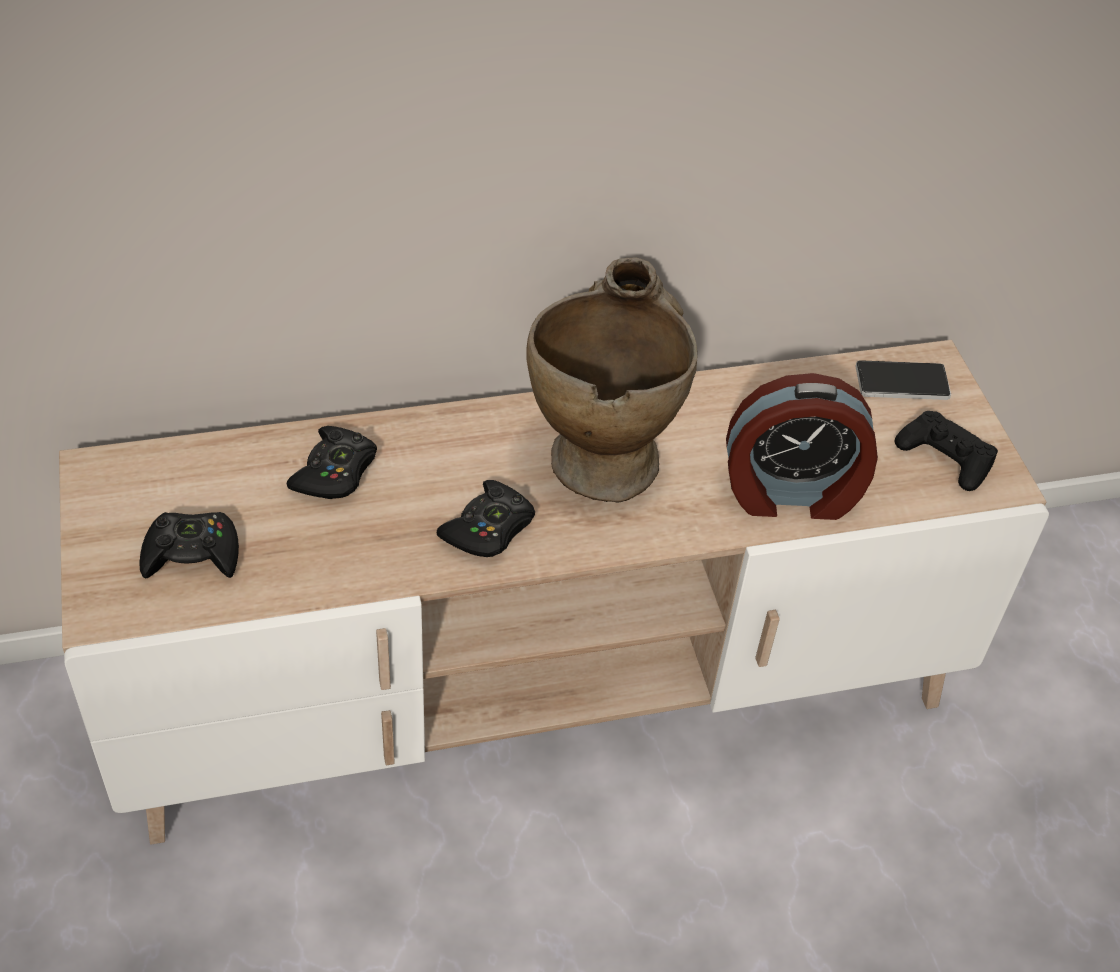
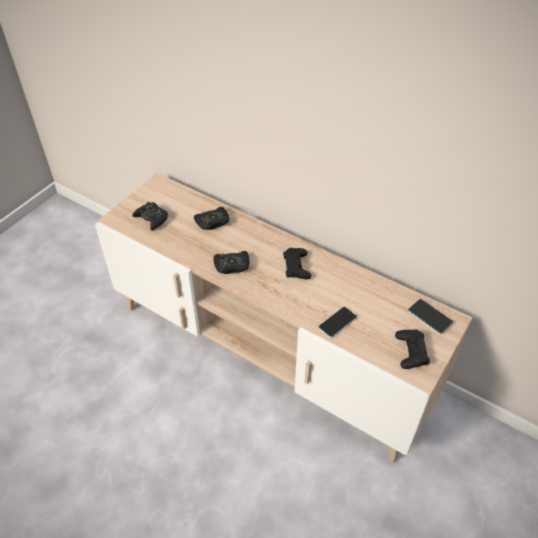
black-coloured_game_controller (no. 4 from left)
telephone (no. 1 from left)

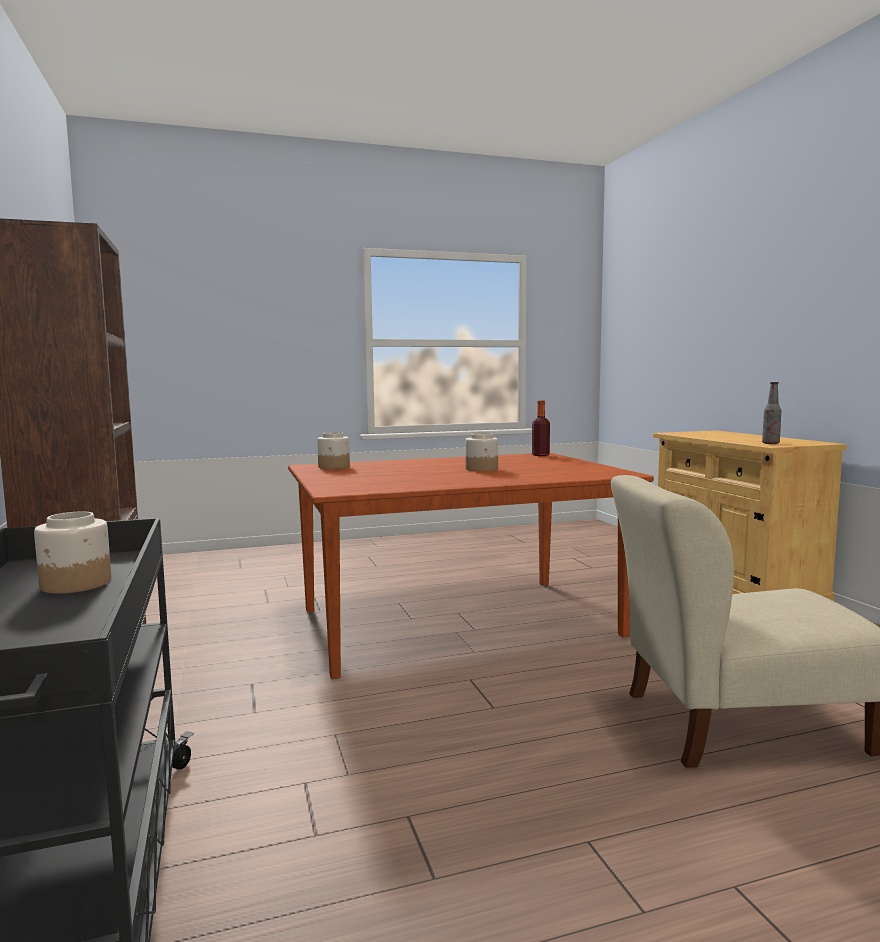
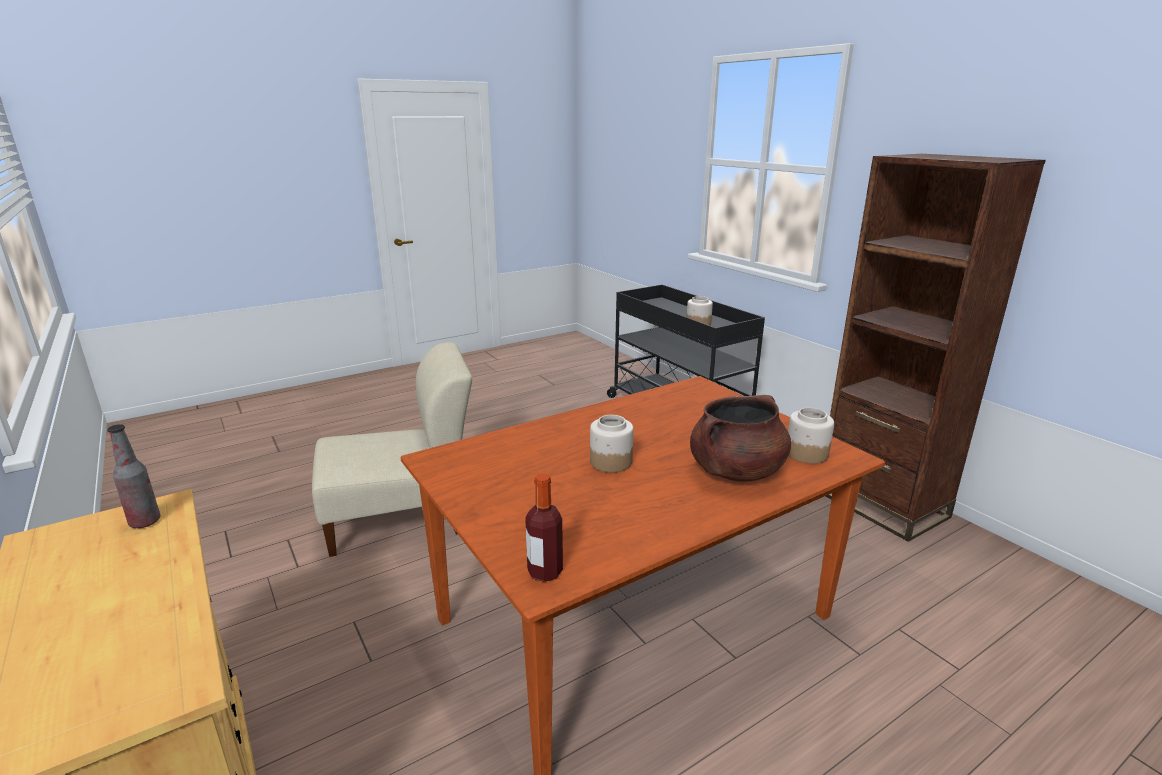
brownish_saucepot

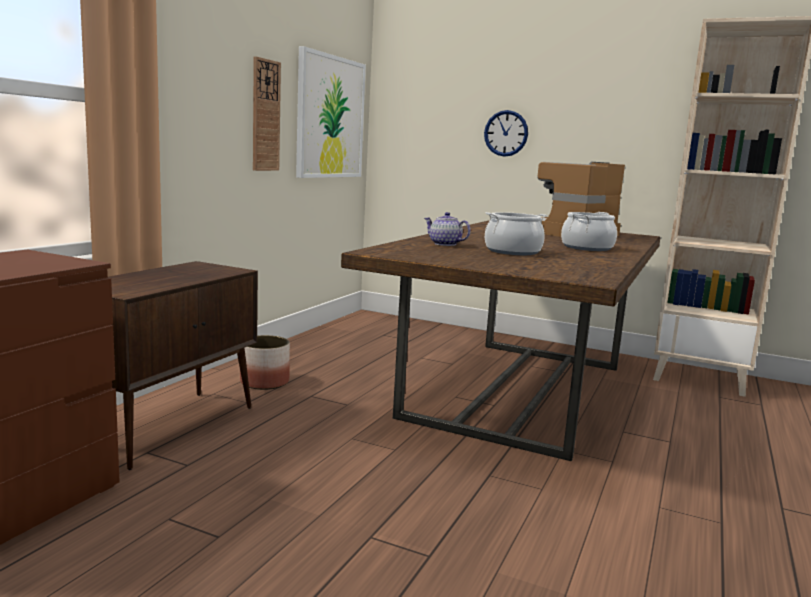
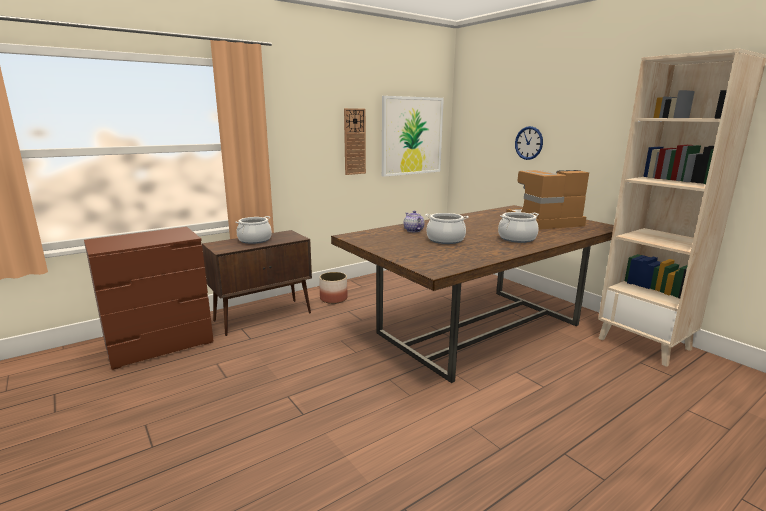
saucepot (no. 1 from left)

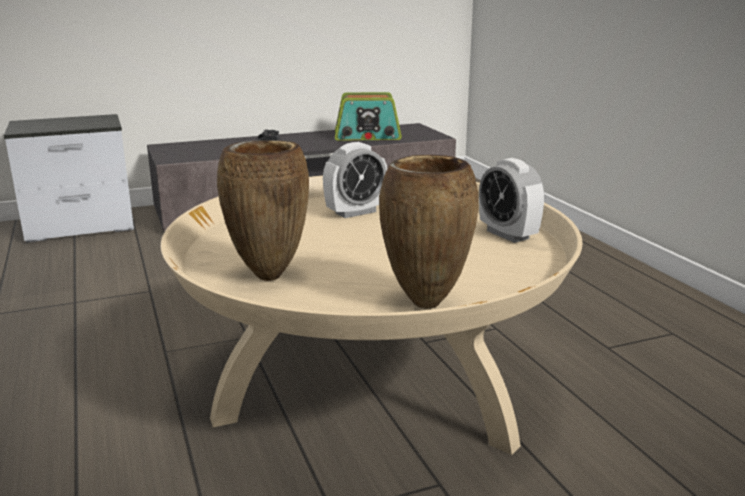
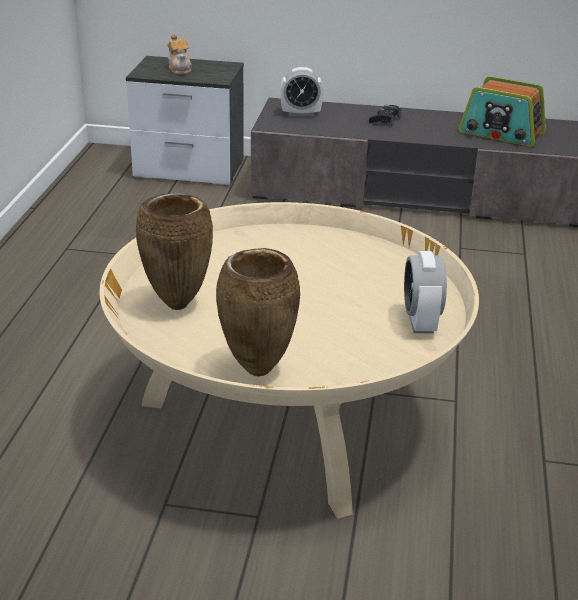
teapot
table_clock (no. 1 from left)

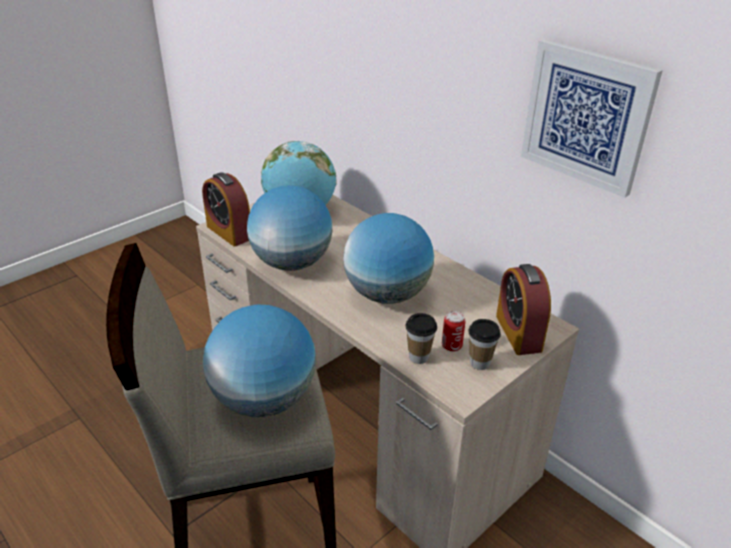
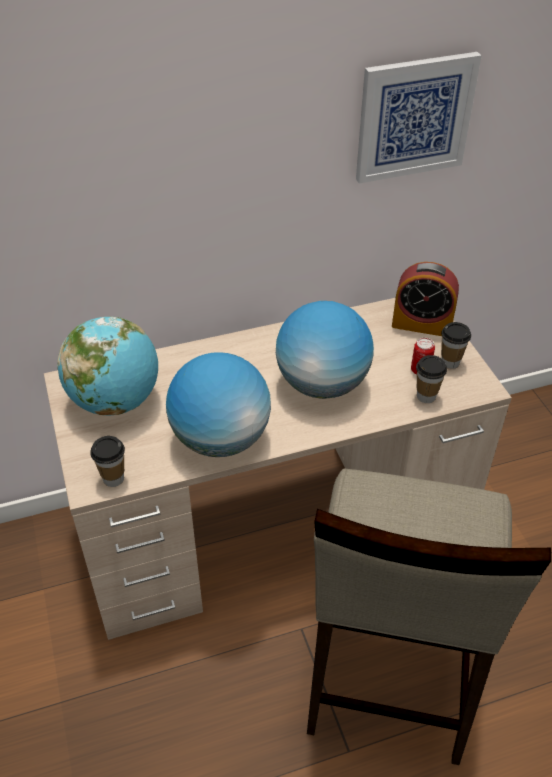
globe (no. 1 from left in the first image)
cup (no. 1 from left)

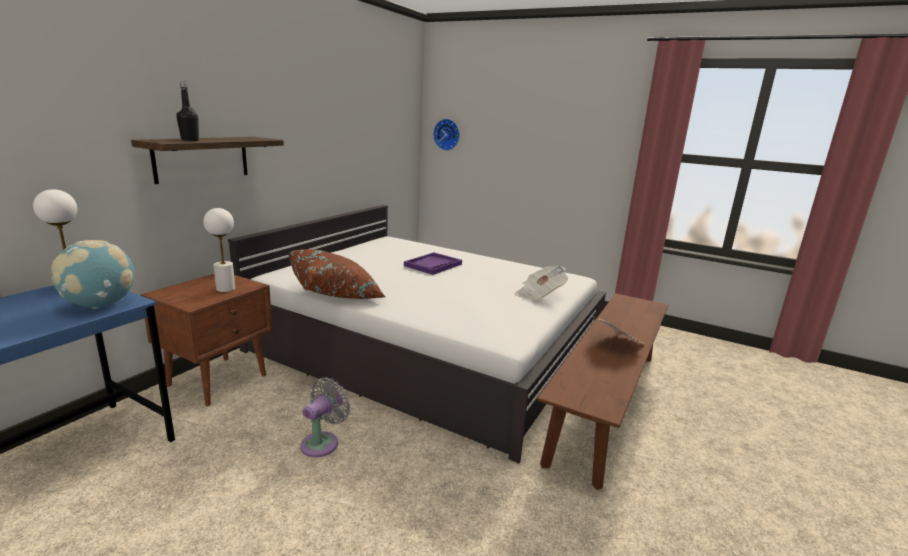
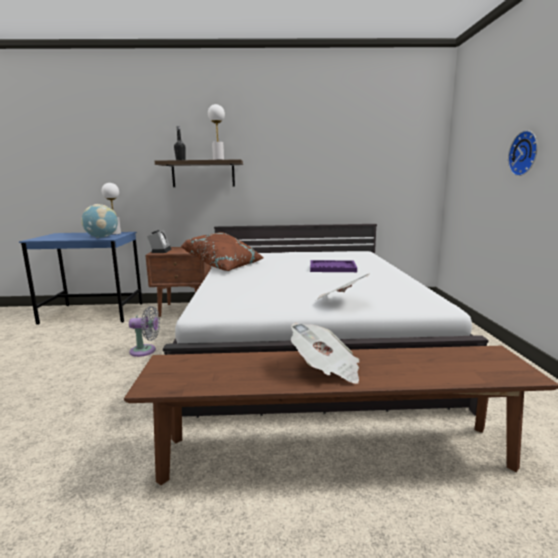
table_clock
white_tabletop_lamp (no. 2 from left)
hanging_clock

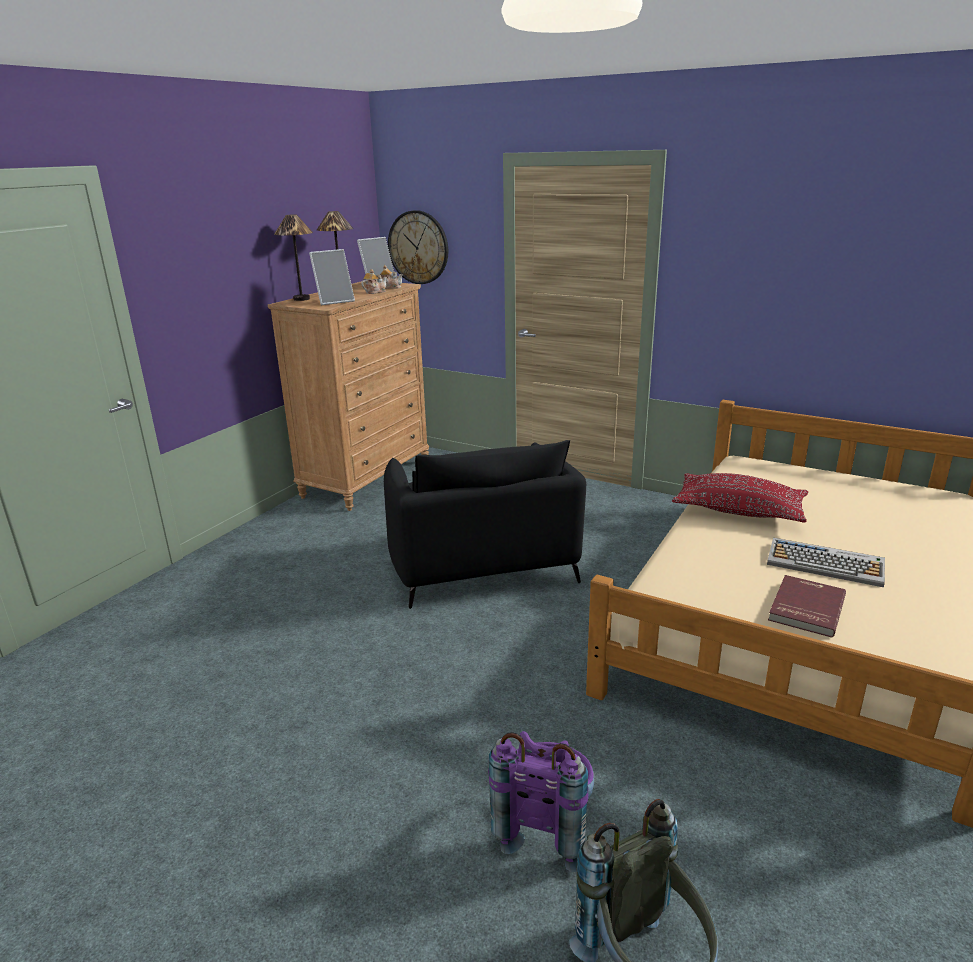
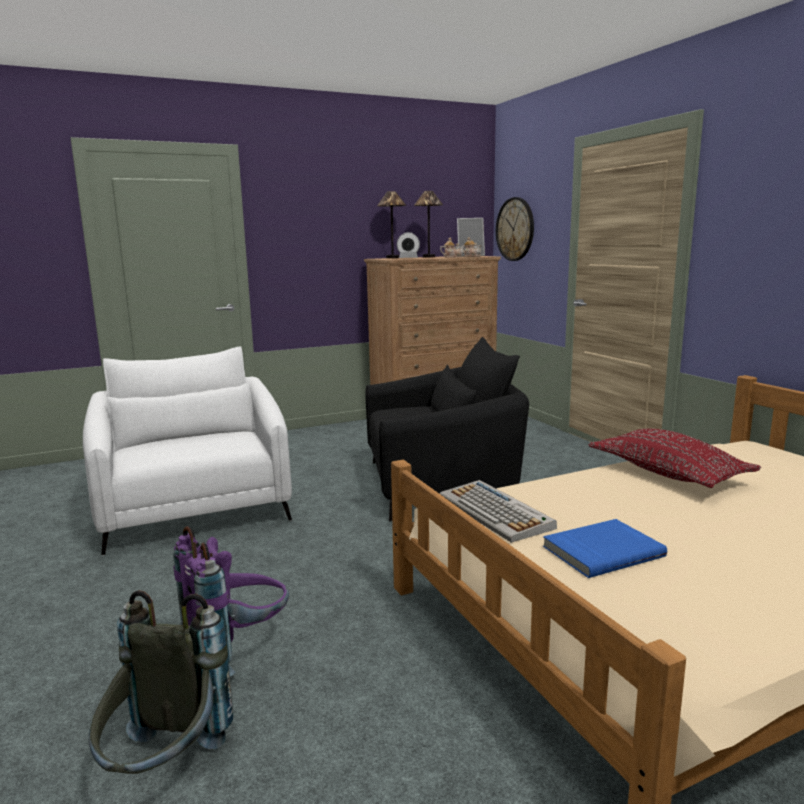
white_armchair
computer_keyboard
table_clock
bluish_book
black-coloured_armchair

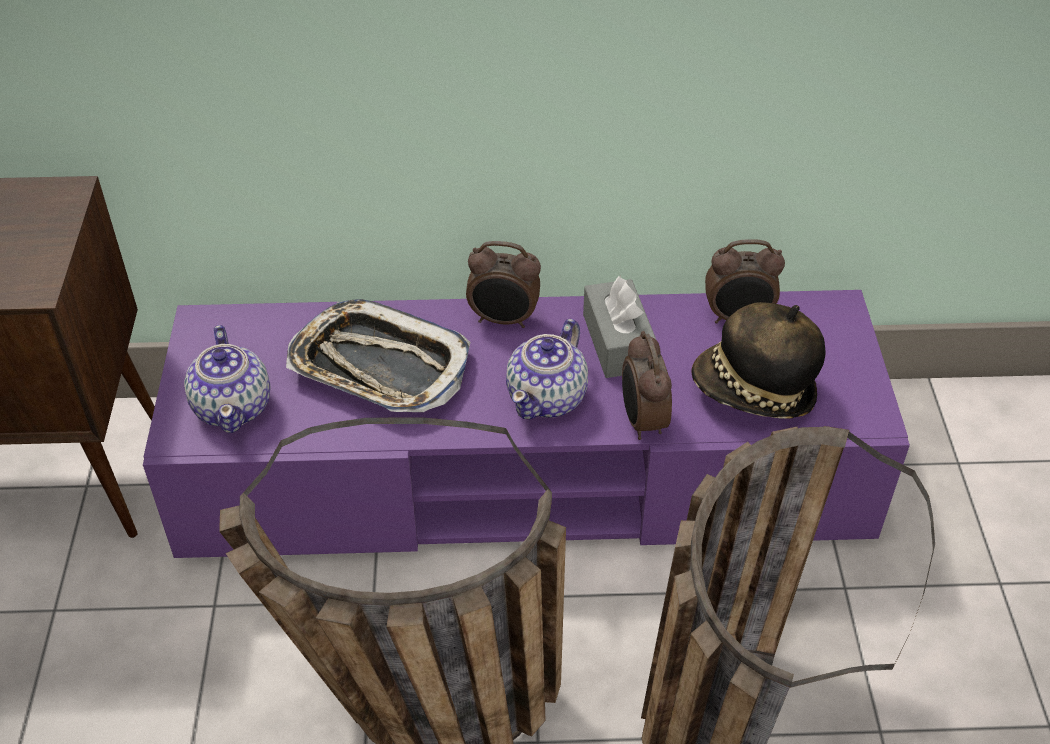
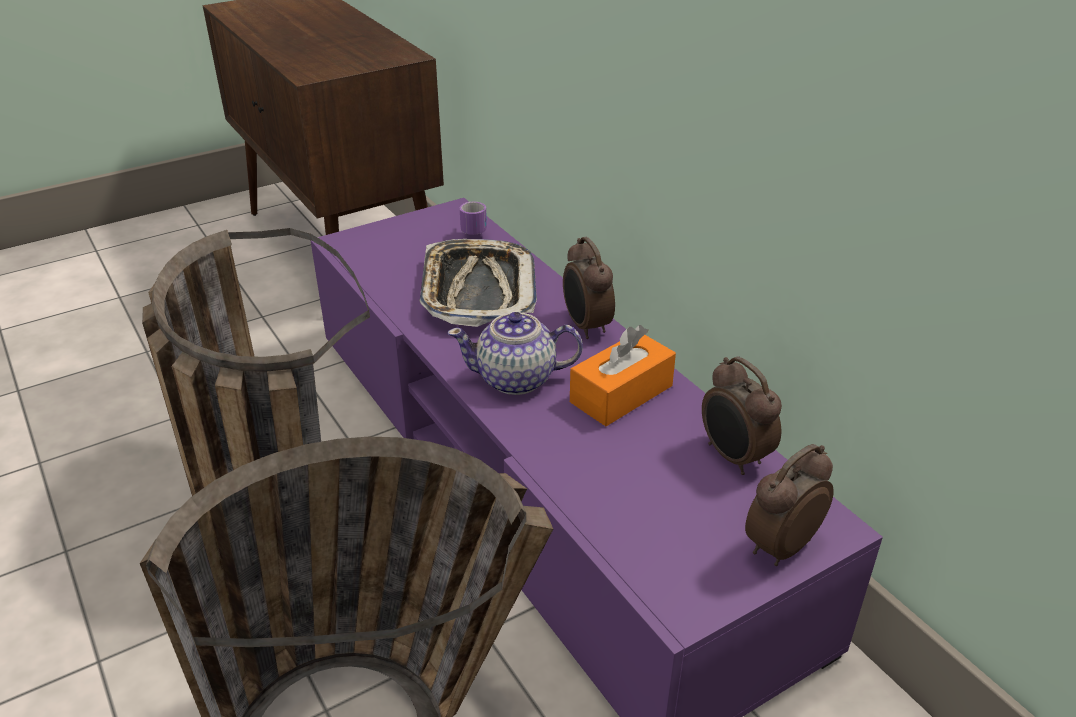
teapot (no. 1 from left in the first image)
hat
tea_mug
table_clock (no. 3 from left)
orange-coloured_tissue_holder

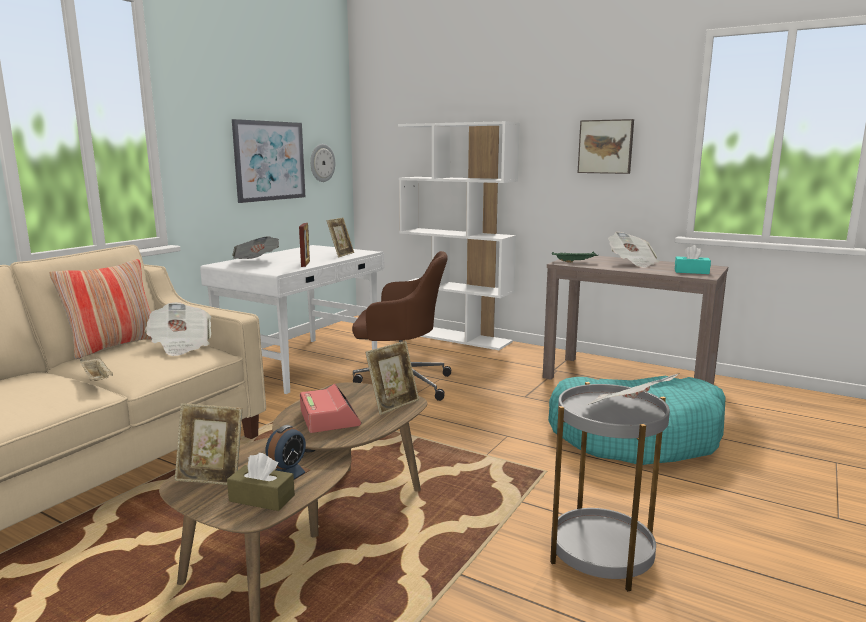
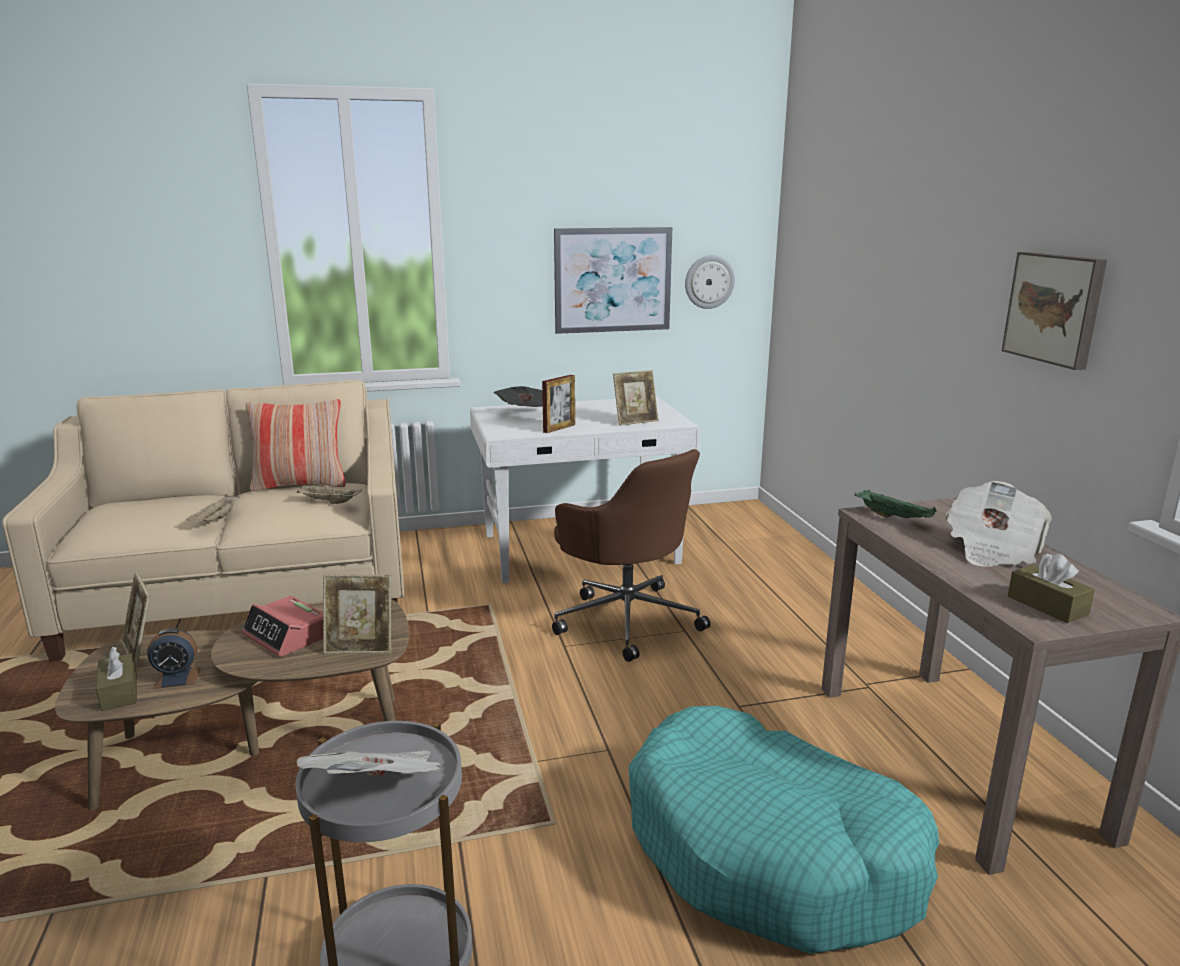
white_bookshelf
sand-coloured_serving_tray (no. 2 from left)
brownish_tissue_holder (no. 2 from left)
table_clock (no. 2 from left)

